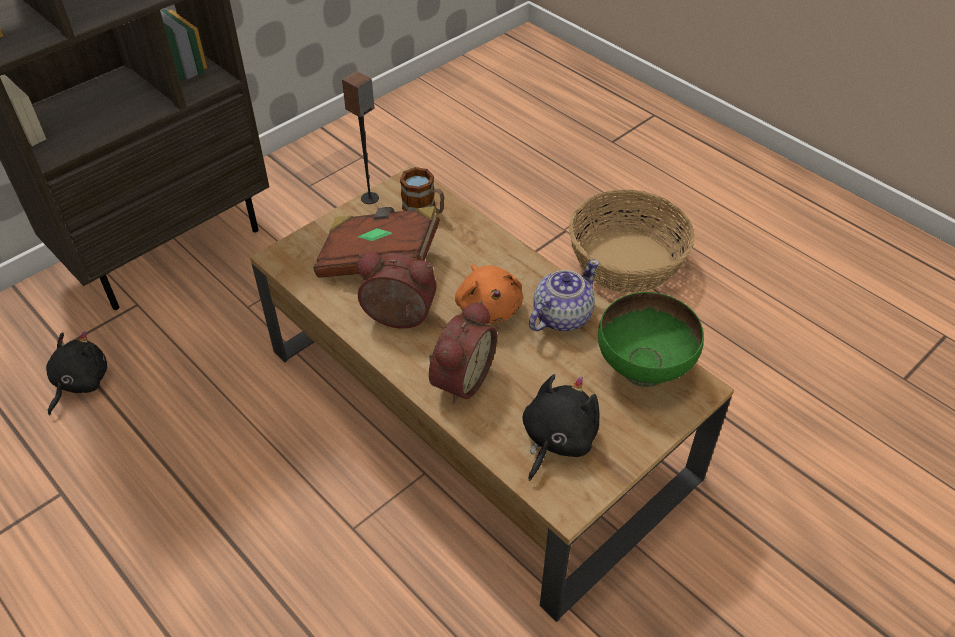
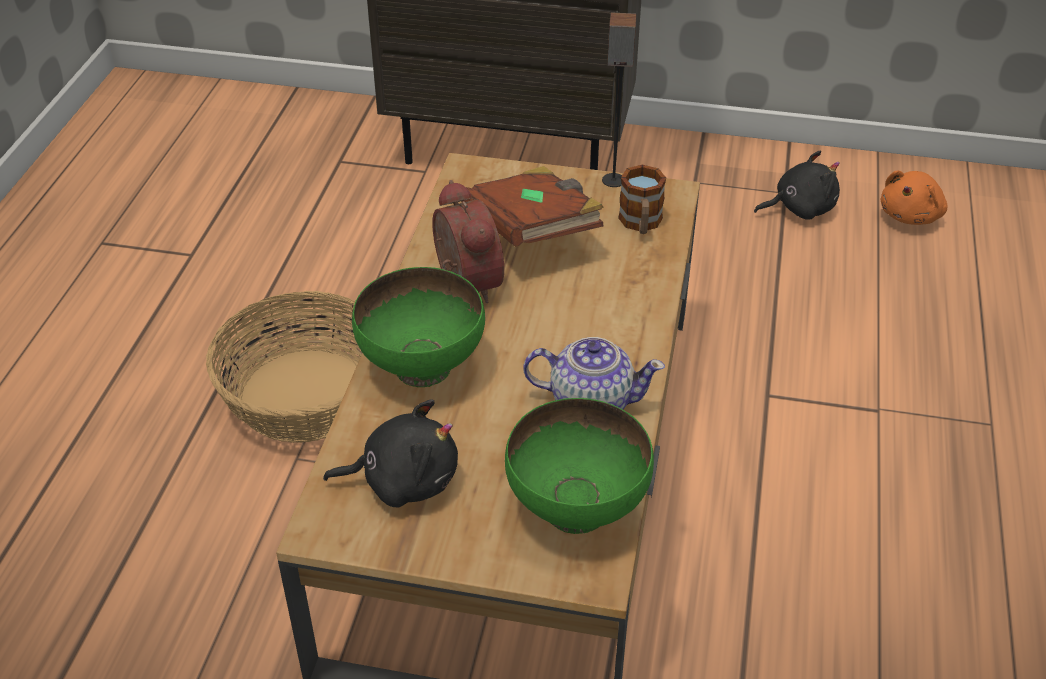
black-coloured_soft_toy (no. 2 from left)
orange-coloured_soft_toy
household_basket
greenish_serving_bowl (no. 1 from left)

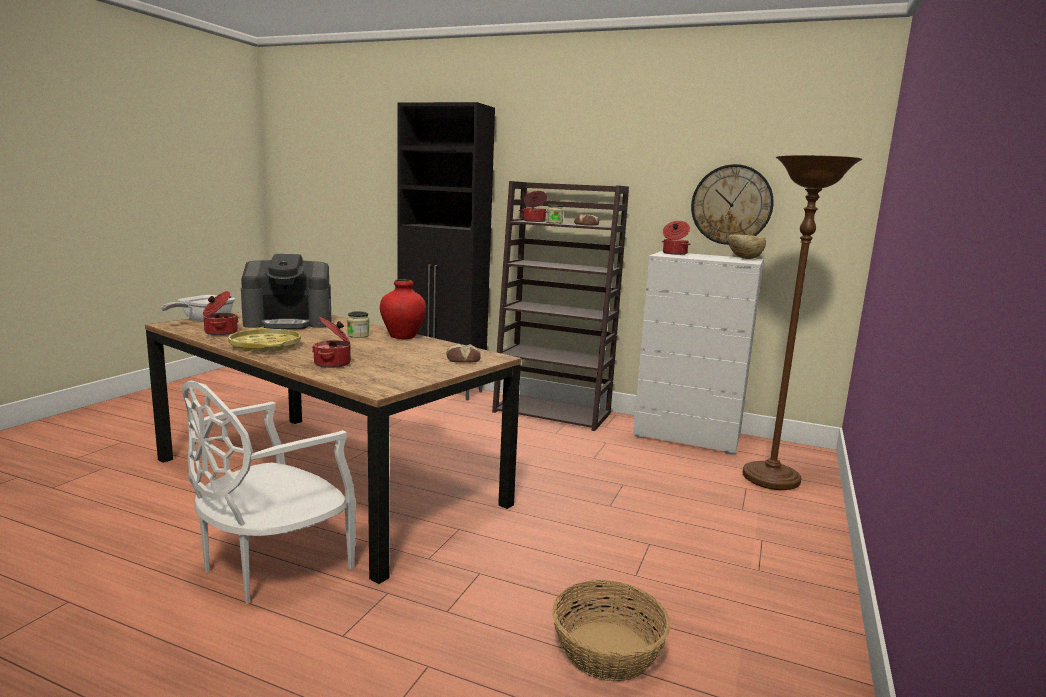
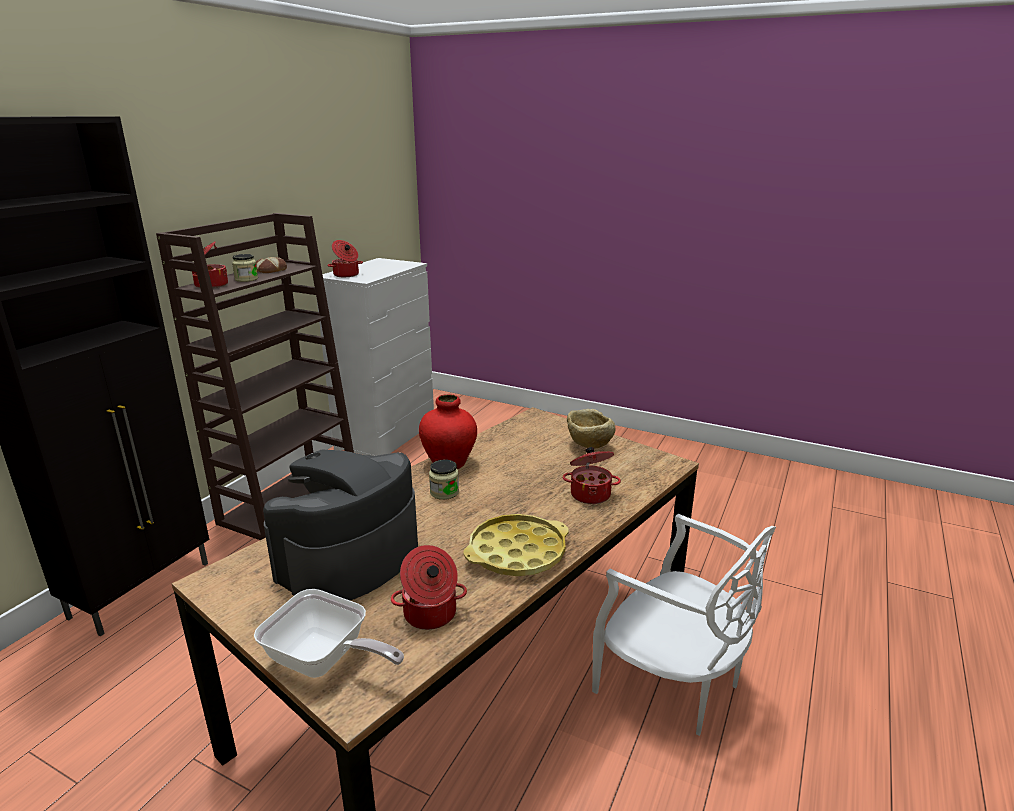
bread (no. 1 from left in the first image)
household_basket
hanging_clock
brownish_floor_lamp
sand-coloured_serving_bowl
coffee_brewer

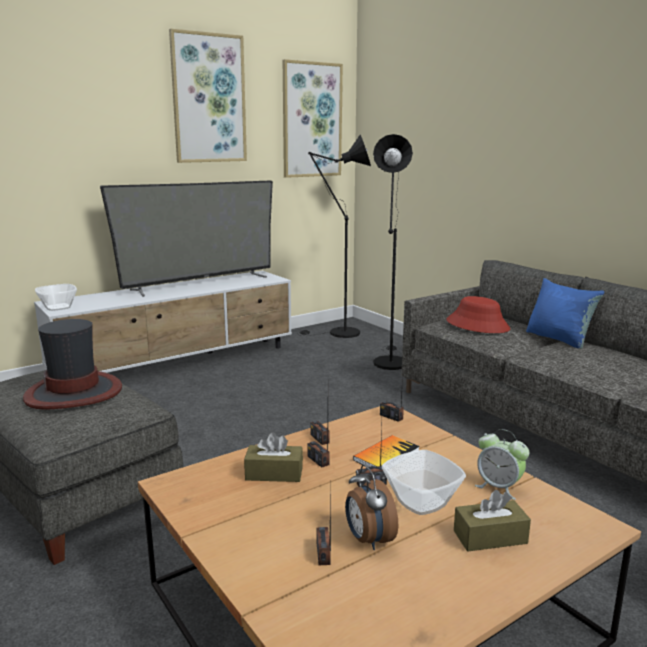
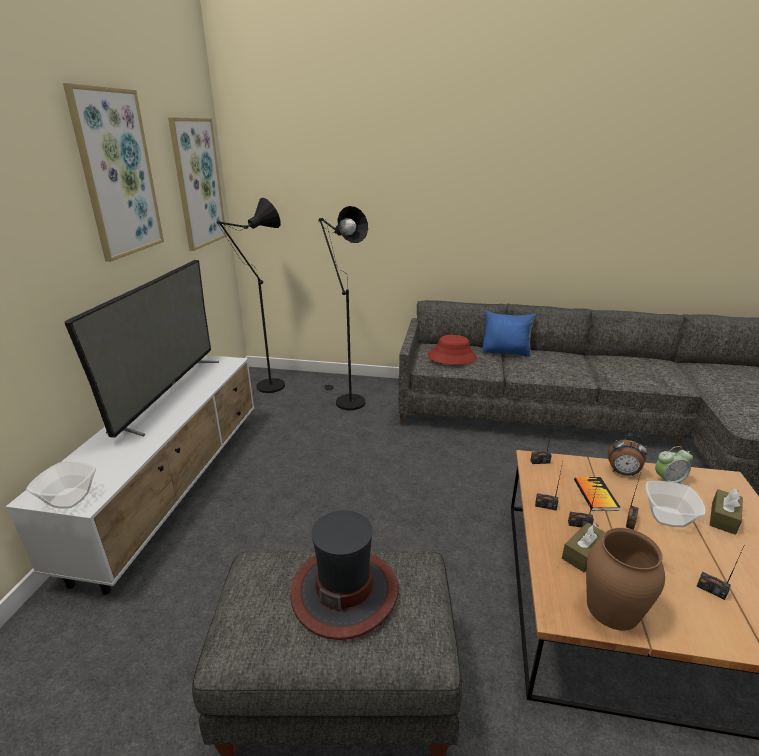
brownish_vase
table_clock (no. 1 from left)

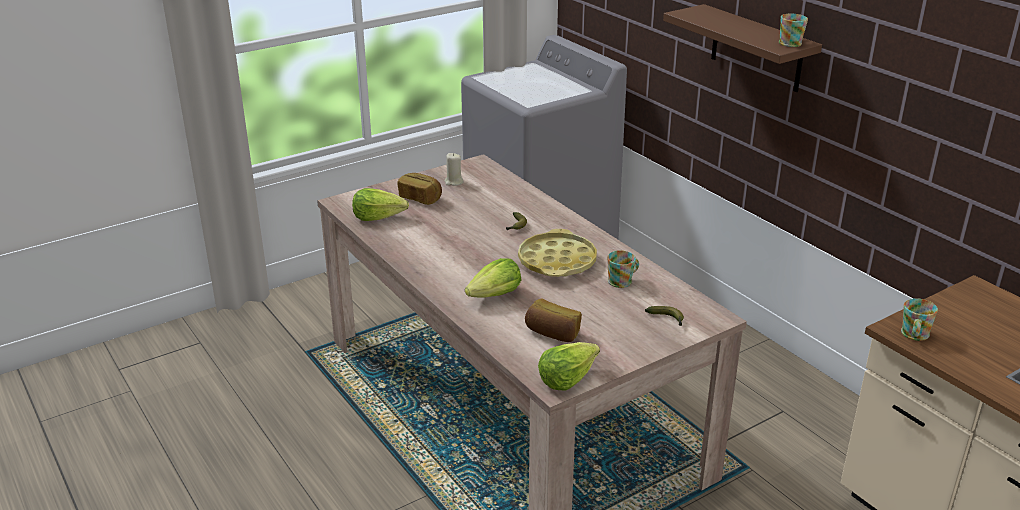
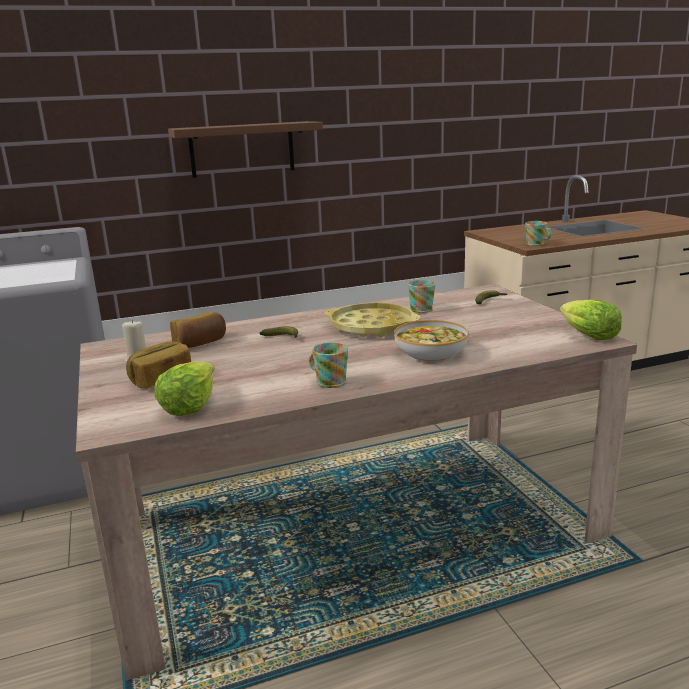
bread (no. 2 from left)
tea_mug (no. 1 from left)
serving_bowl

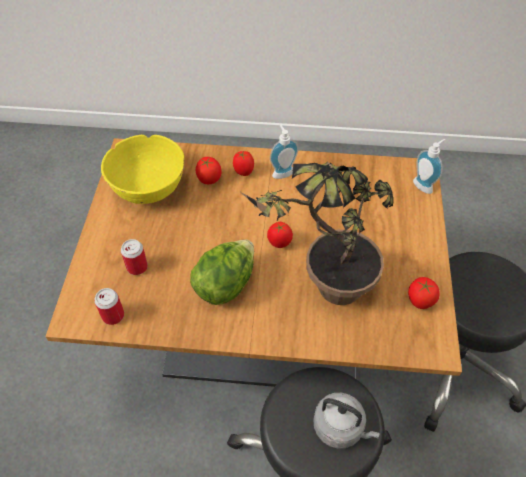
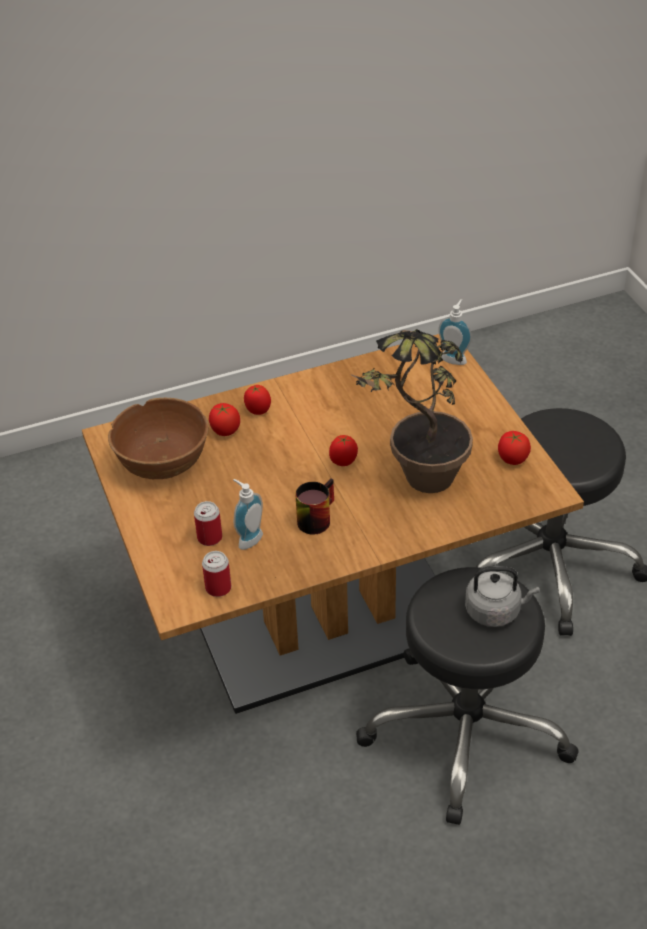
liquid_soap_bottle (no. 1 from left)
tea_mug
brownish_serving_bowl

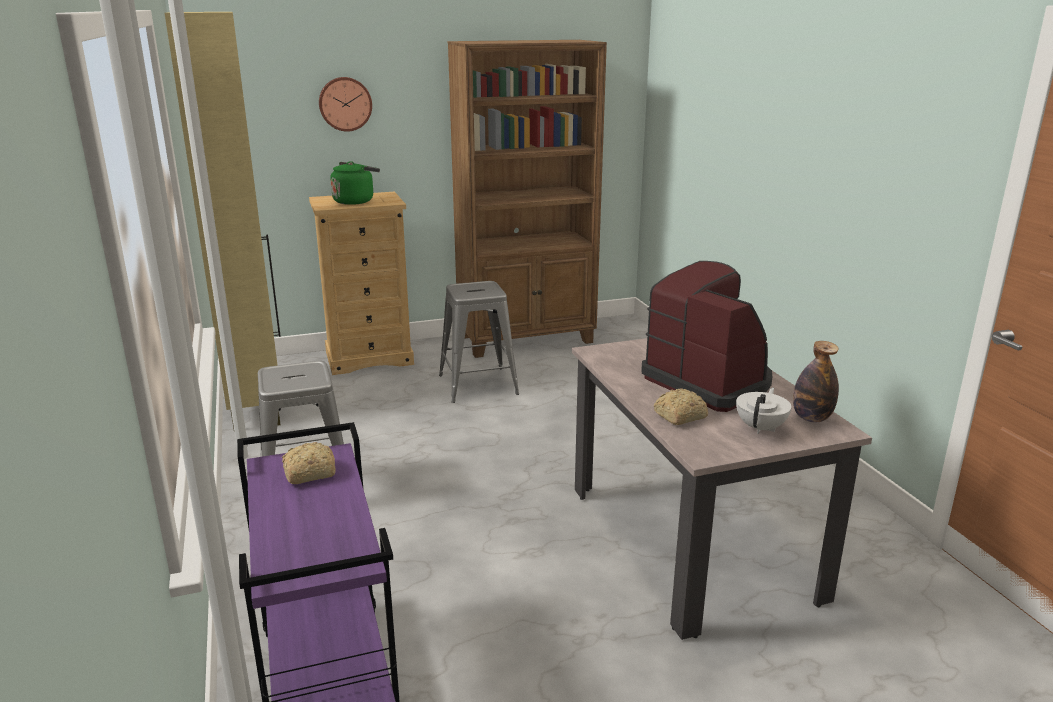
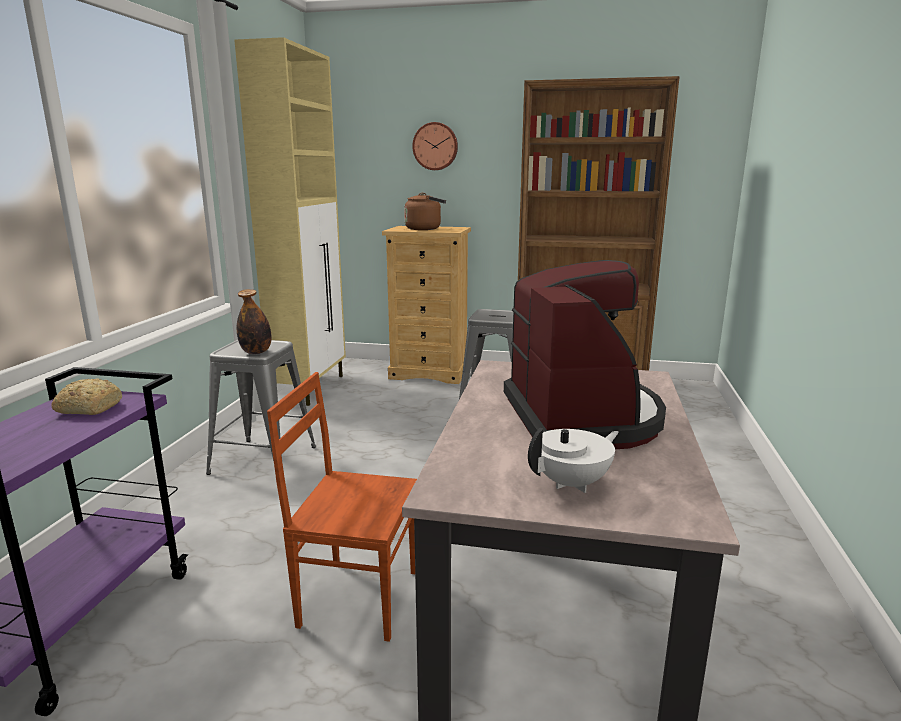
bread (no. 2 from left in the first image)
brownish_plain_chair
beverage_bottle
brownish_water_kettle

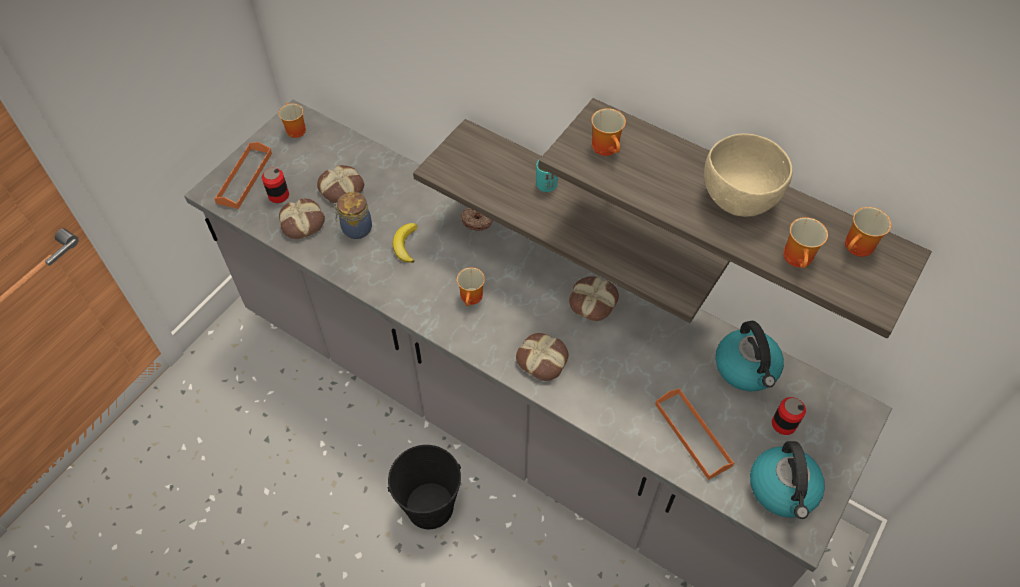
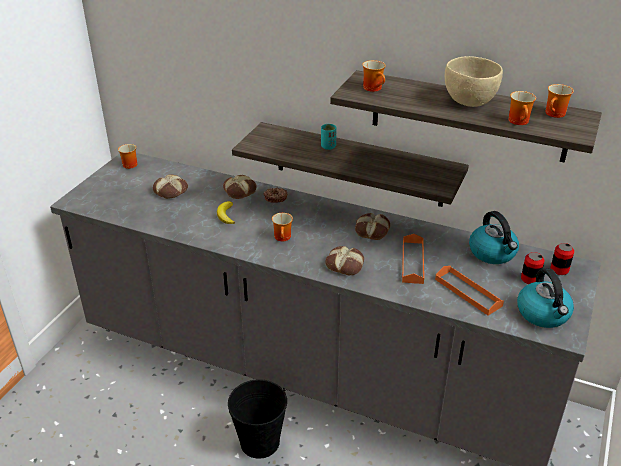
jar
orange-coloured_serving_tray (no. 1 from left)
sealed_can (no. 2 from left)
bread (no. 2 from left)

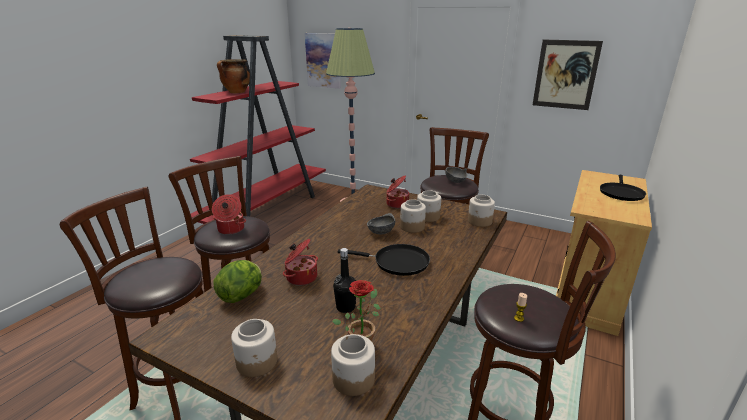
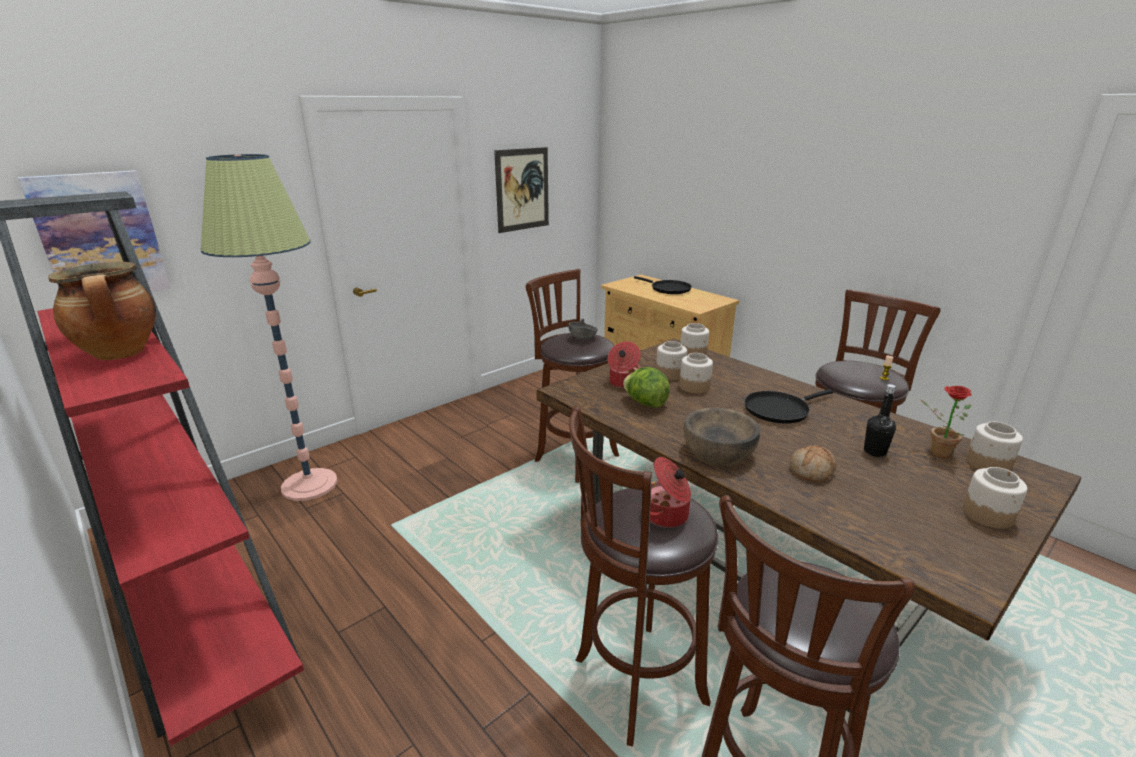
grey_serving_bowl (no. 1 from left in the first image)
brownish_serving_bowl
head_of_lettuce
bread
black-coloured_skillet (no. 2 from left)

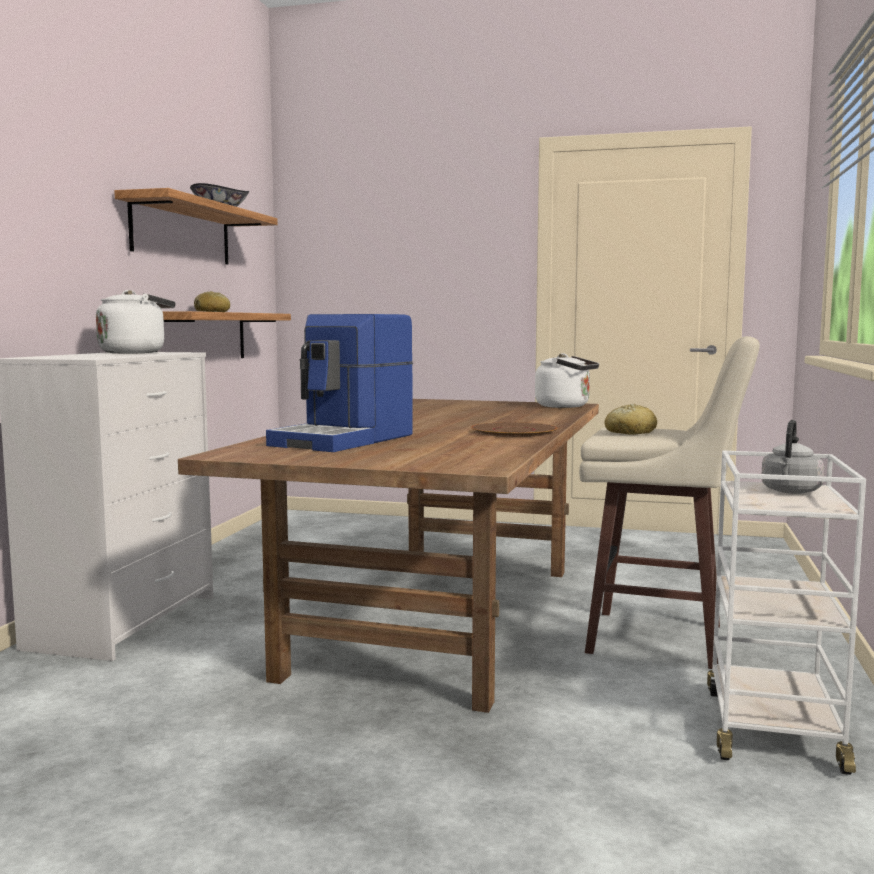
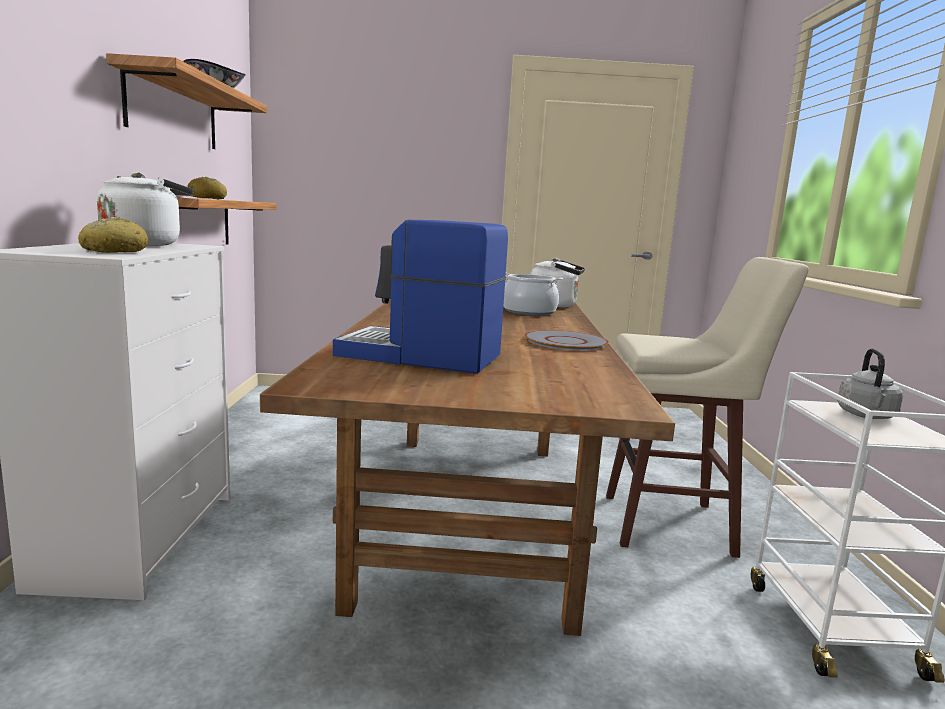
saucepot
bread (no. 1 from left)
grey_flat_dish
coffee_brewer

